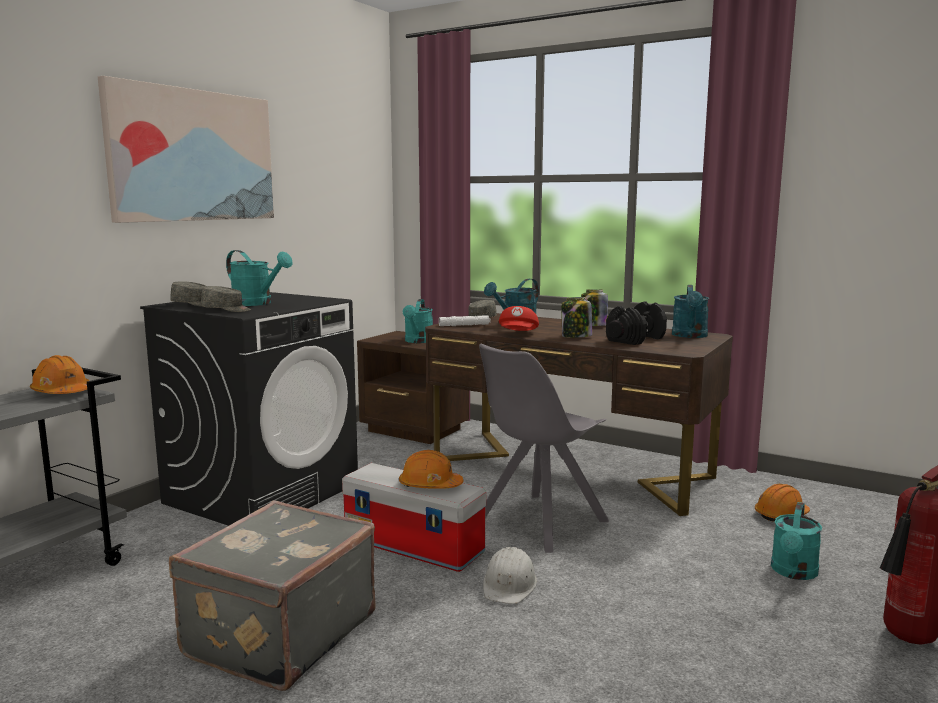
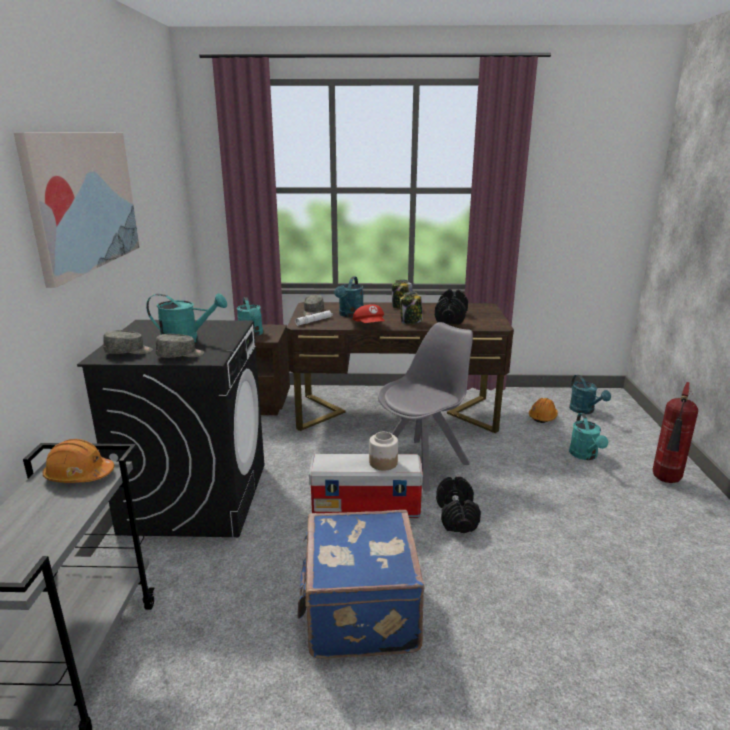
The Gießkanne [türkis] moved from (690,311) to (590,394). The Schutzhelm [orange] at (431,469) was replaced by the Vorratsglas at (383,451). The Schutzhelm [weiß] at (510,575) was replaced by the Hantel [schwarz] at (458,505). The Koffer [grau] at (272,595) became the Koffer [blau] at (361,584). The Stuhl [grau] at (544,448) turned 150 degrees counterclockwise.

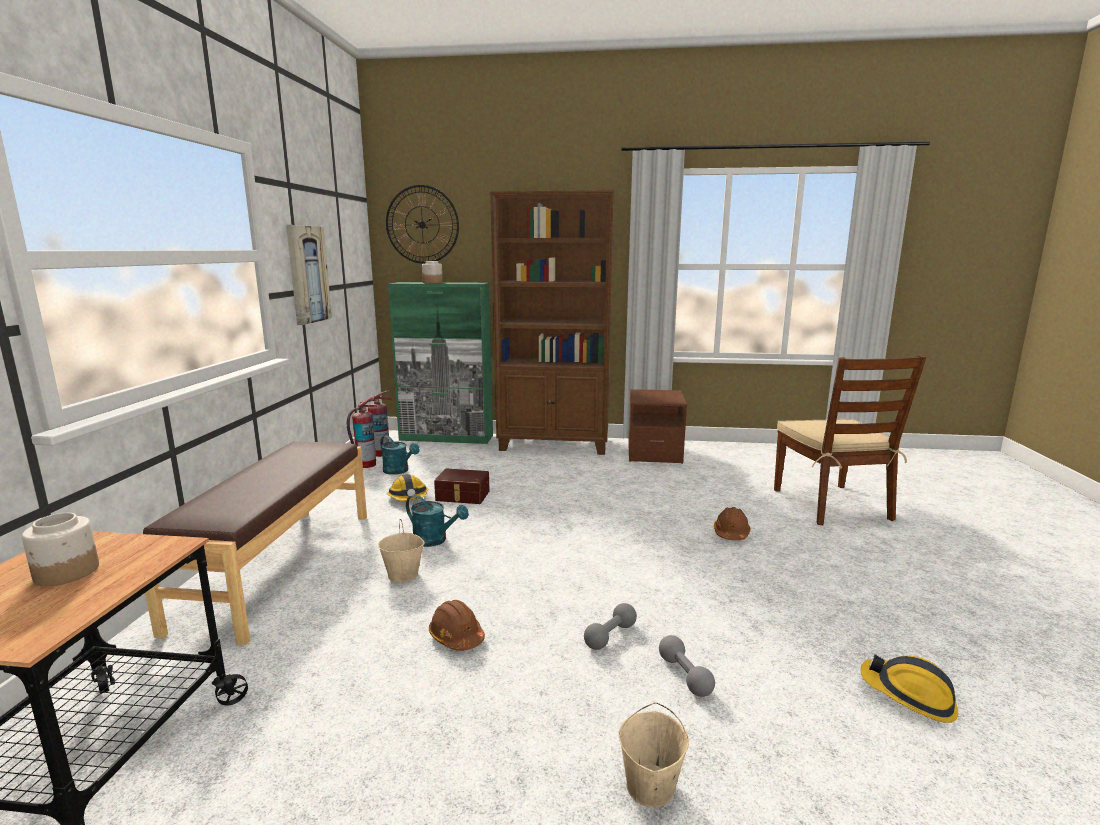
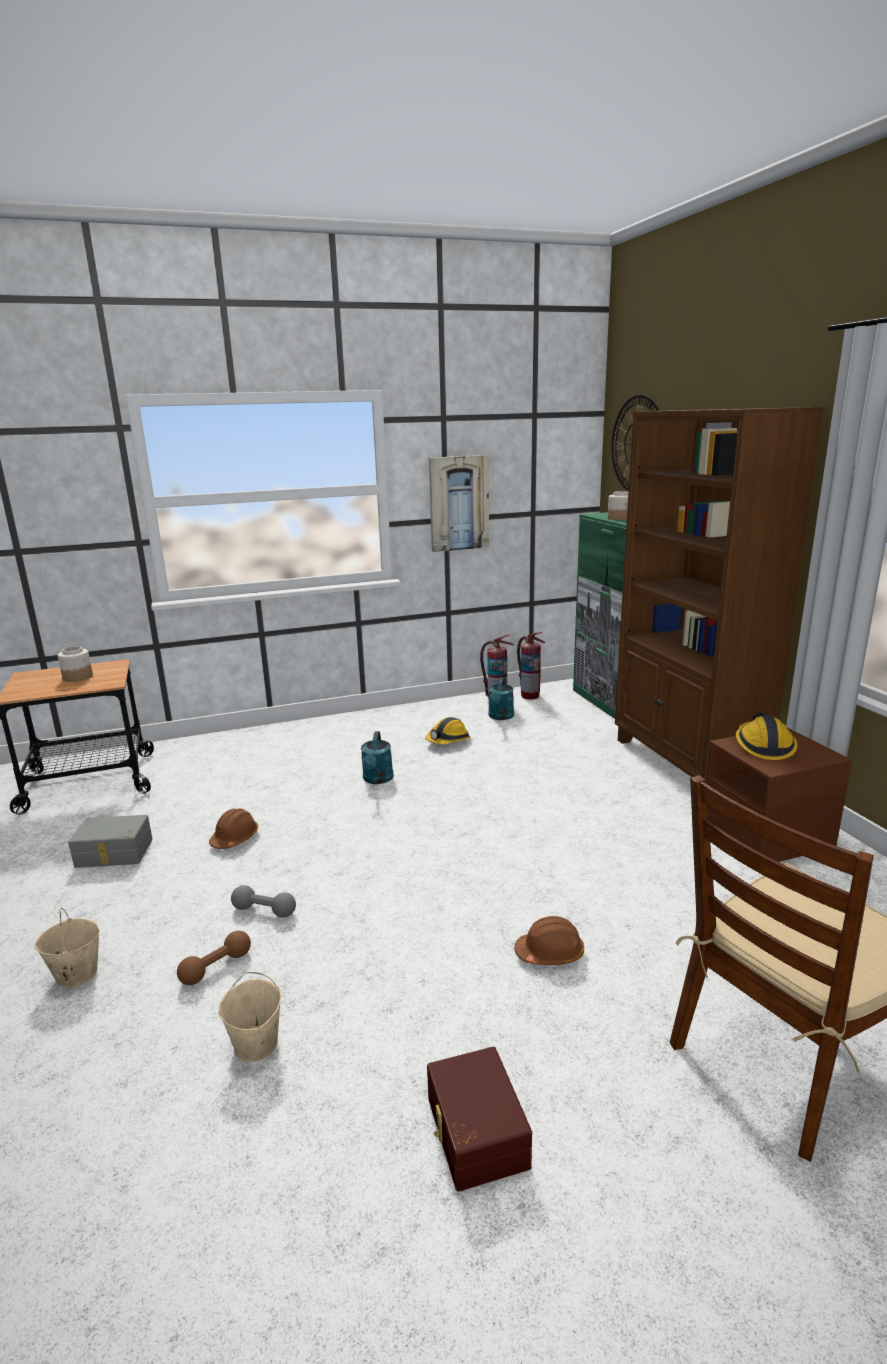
The Bank [braun] at (255,543) disappeared. The Aufbewahrungsbox [grau] at (110,841) appeared. The Eimer [beige] moved from (401,550) to (250,1017). The Aufbewahrungsbox [braun] moved from (462,486) to (479,1119). The Schutzhelm moved from (909,688) to (767,736). The Hantel [grau] at (687,666) became the Hantel [braun] at (214,958).

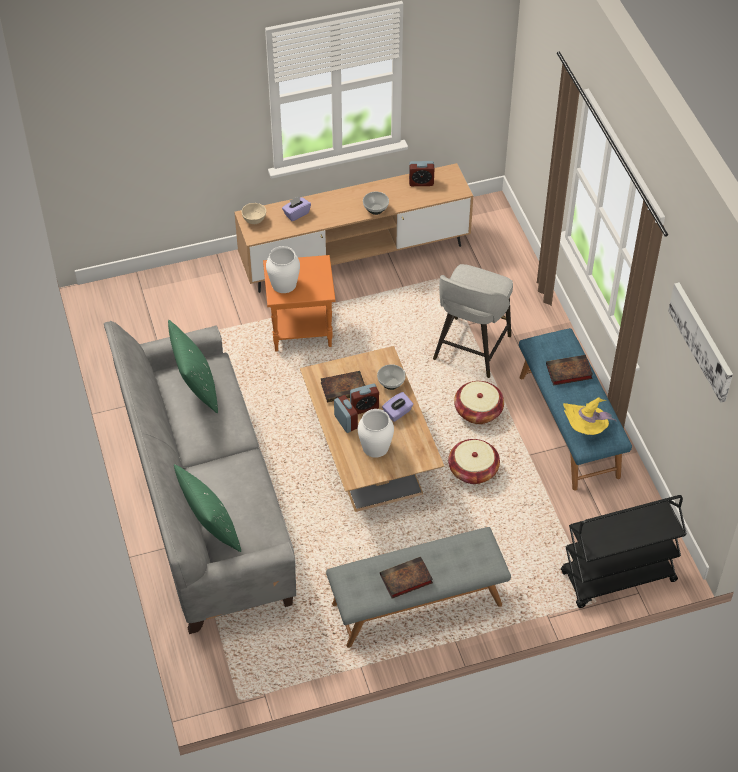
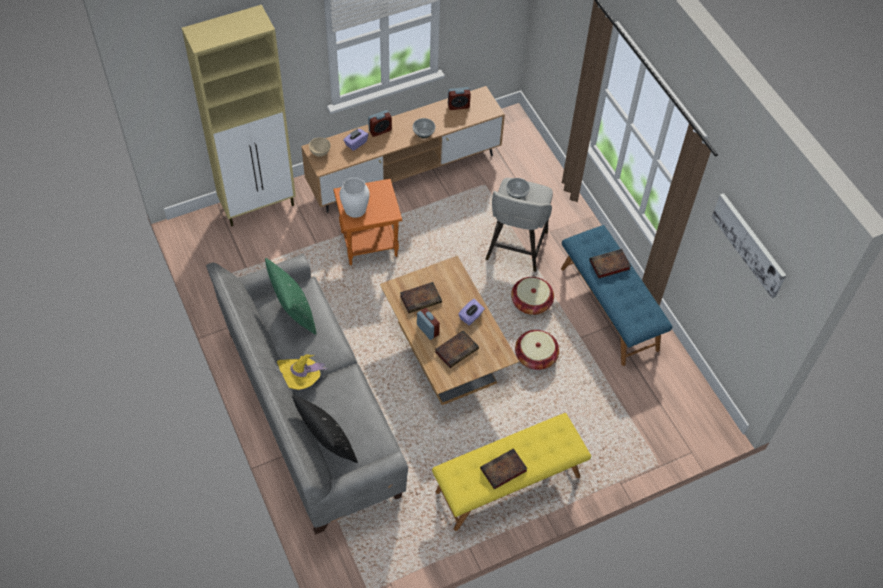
The Rollwagen [schwarz] at (624,551) disappeared. The Schrank [beige] at (239,116) appeared. The Wecker moved from (364,398) to (380,123). The Schüssel moved from (391,377) to (518,188). The Hut [gelb] moved from (589,416) to (303,372). The Vase [weiß] at (376,433) was replaced by the Buch at (457,349). The Kissen [grün] at (207,508) became the Kissen [schwarz] at (325,429). The Bank [grau] at (418,587) became the Bank [gelb] at (511,472).

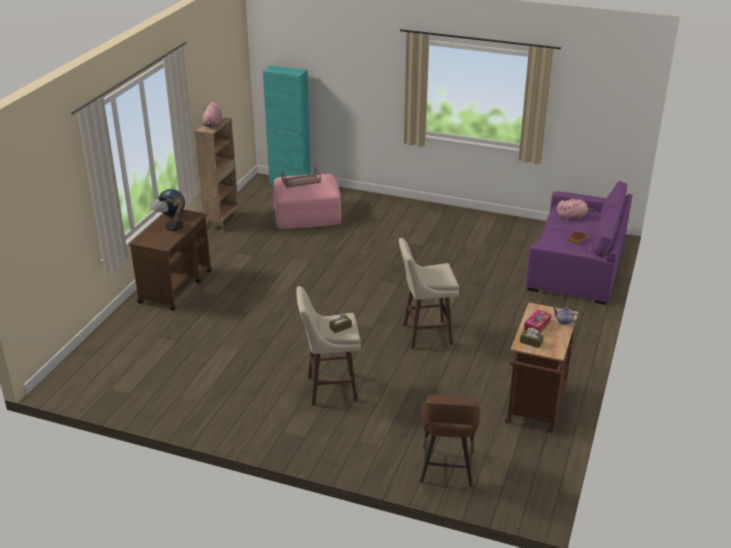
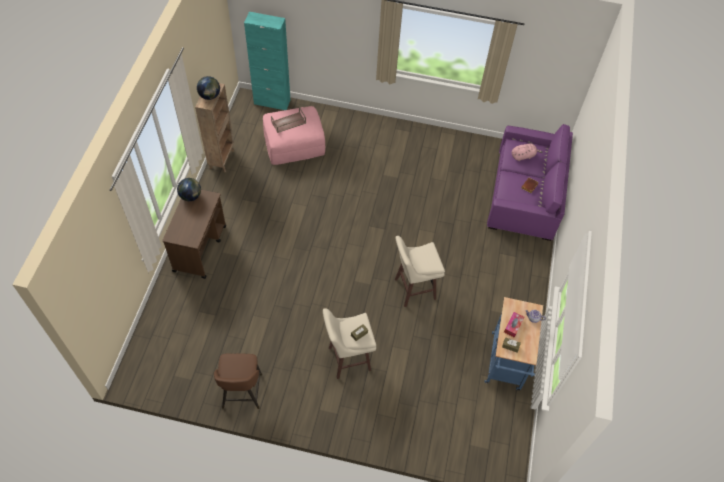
The Tischlampe at (167,213) disappeared. The Hocker [braun] moved from (450,441) to (238,381). The Plüschtier [rosa] at (212,114) was replaced by the Globus at (208,88). The Rollwagen [braun] at (541,368) became the Rollwagen [blau] at (513,344).

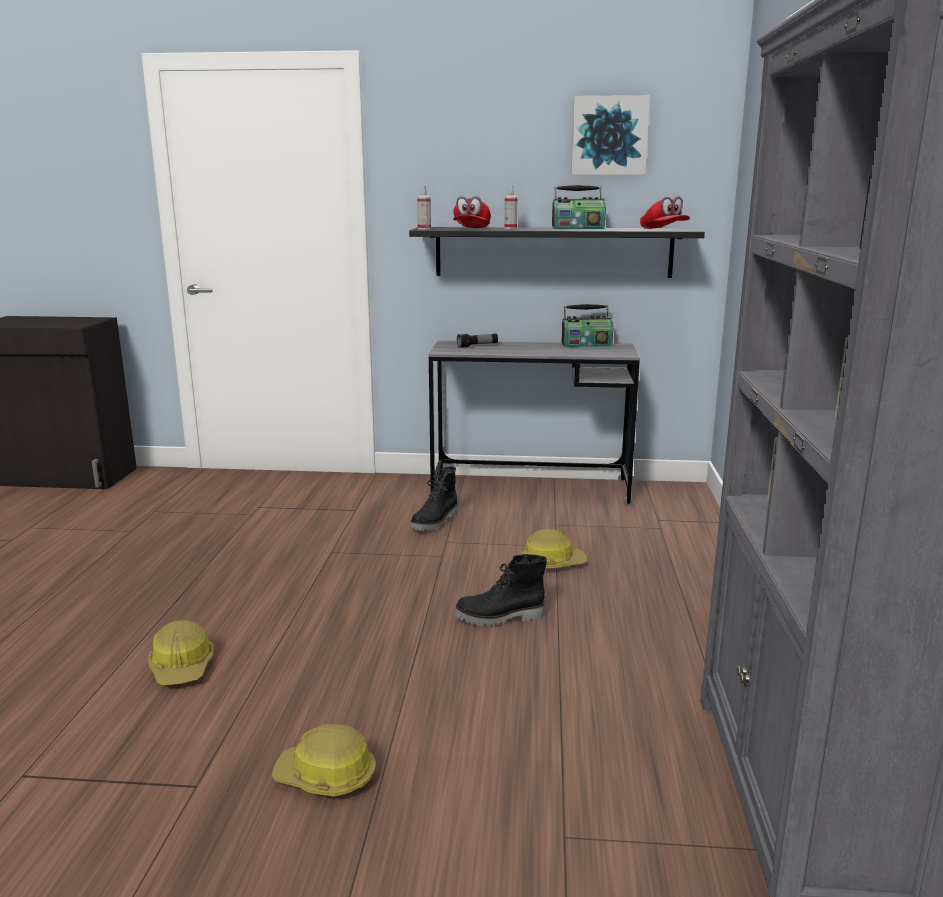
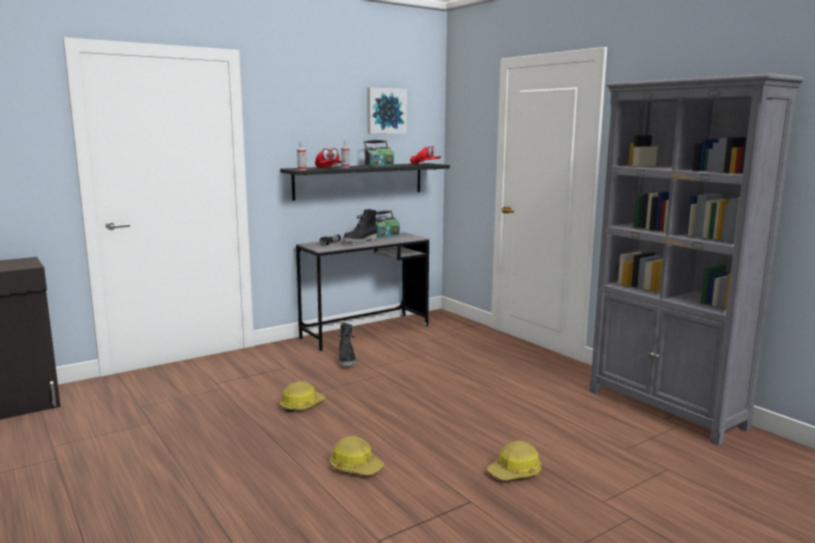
The Stiefel [schwarz] moved from (500,590) to (360,226). The Schutzhelm moved from (554,548) to (302,396).

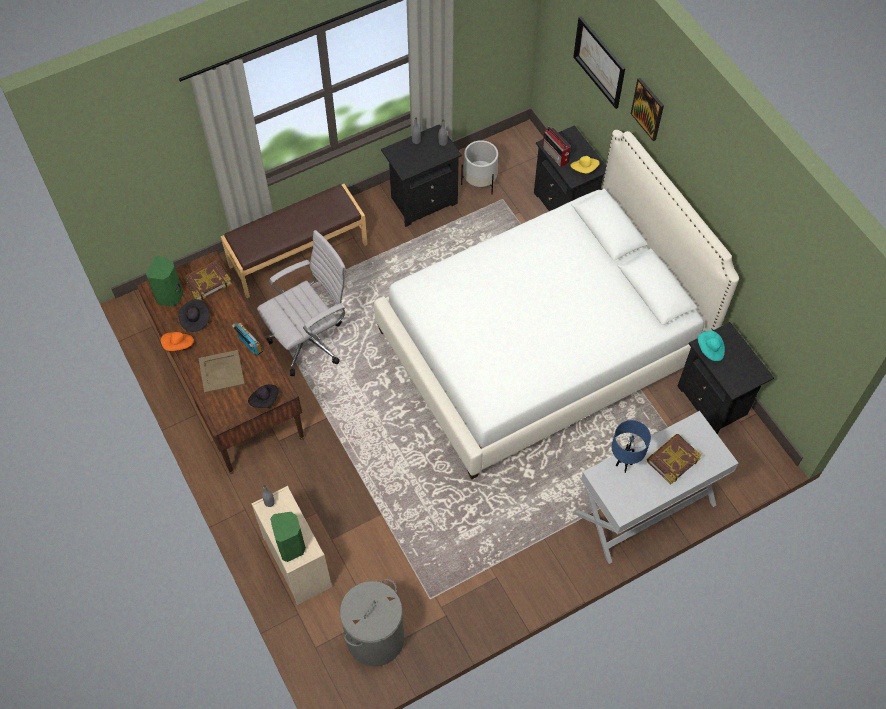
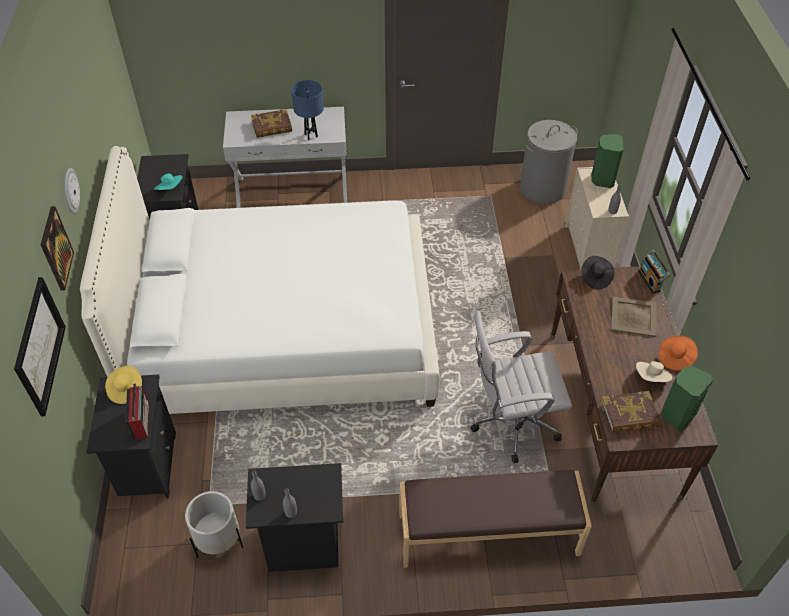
The Wanduhr at (72,191) appeared. The Radio moved from (247,339) to (654,271). The Hut [schwarz] at (194,315) became the Hut [beige] at (654,371).

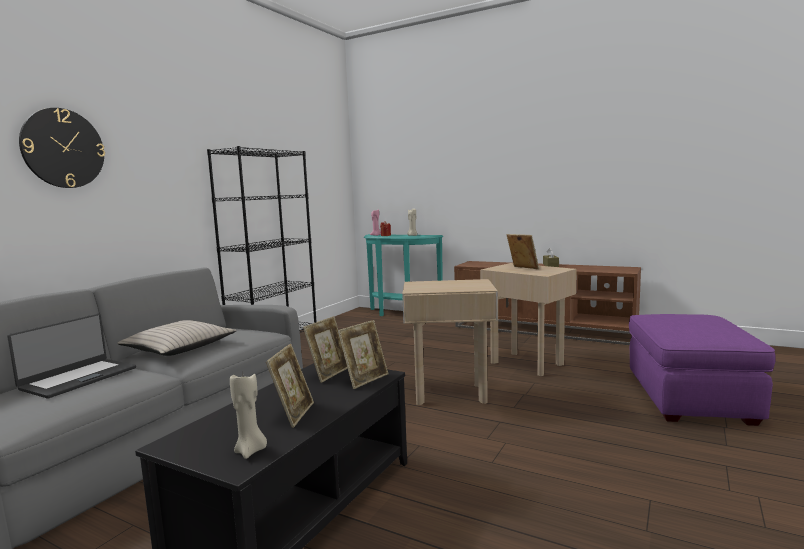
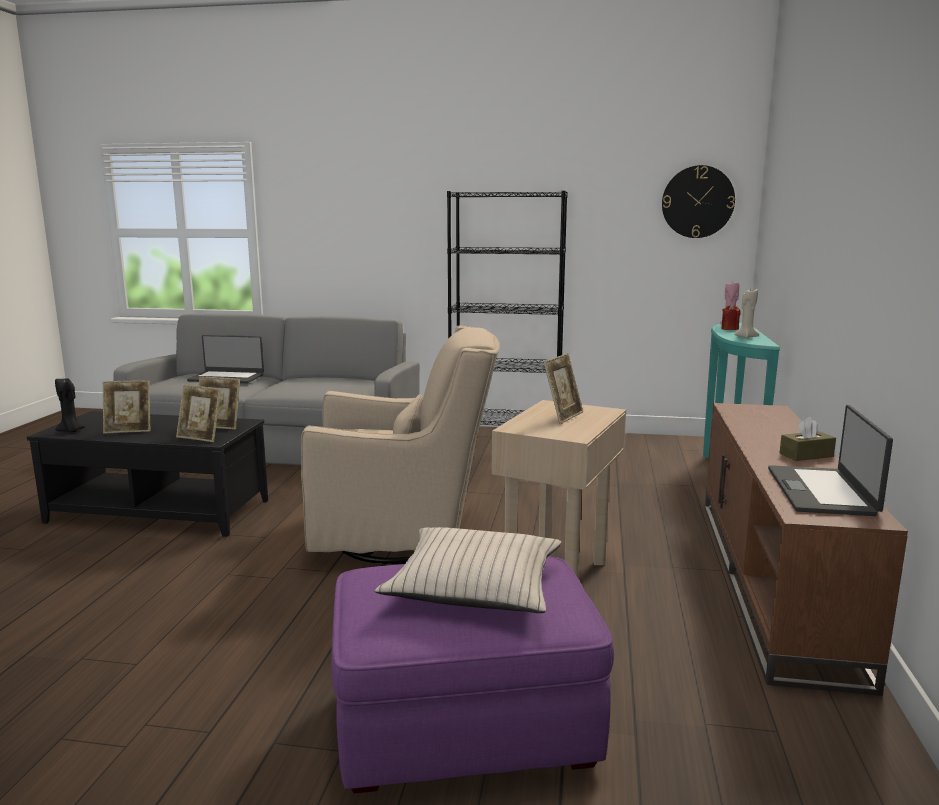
The Laptop at (830,460) appeared. The Wanduhr moved from (62,148) to (698,201). The Kissen [beige] moved from (177,338) to (468,570). The Beistelltisch [beige] at (450,342) was replaced by the Sessel [beige] at (400,444). The Kerze [beige] at (248,415) became the Kerze [schwarz] at (70,405).

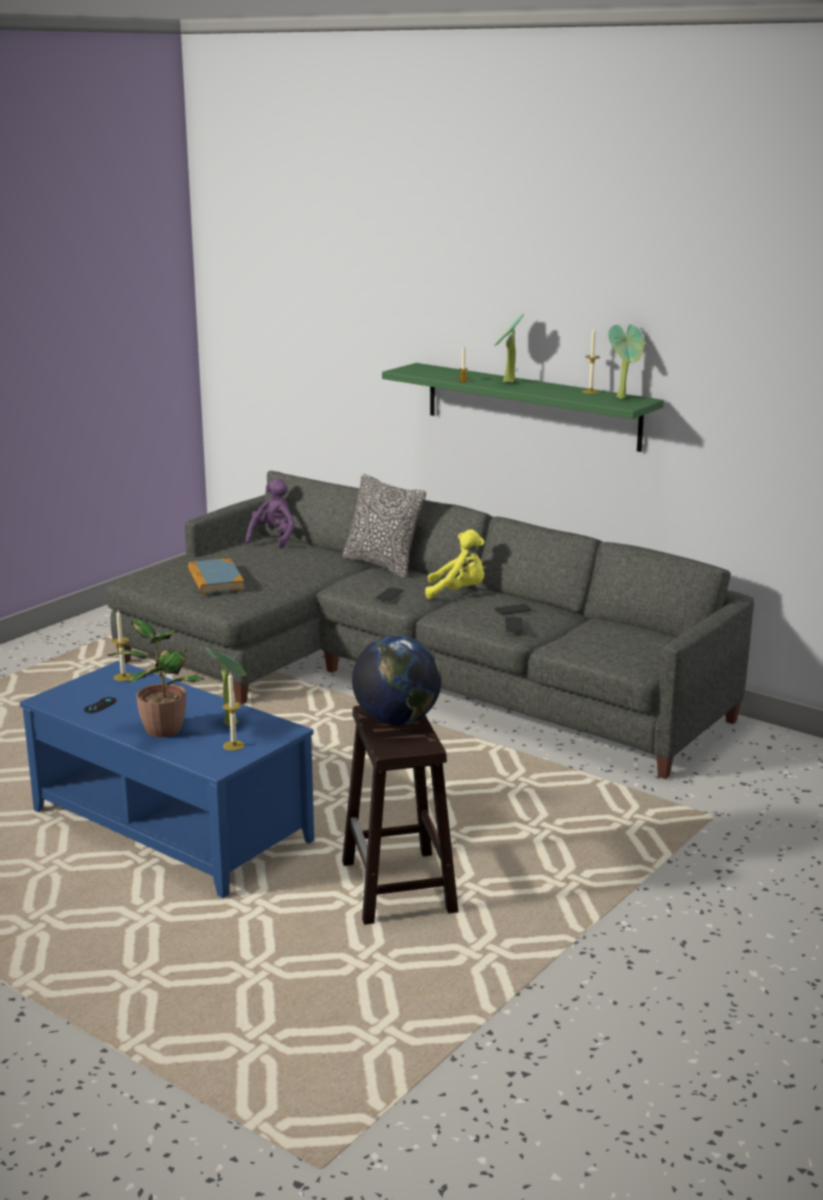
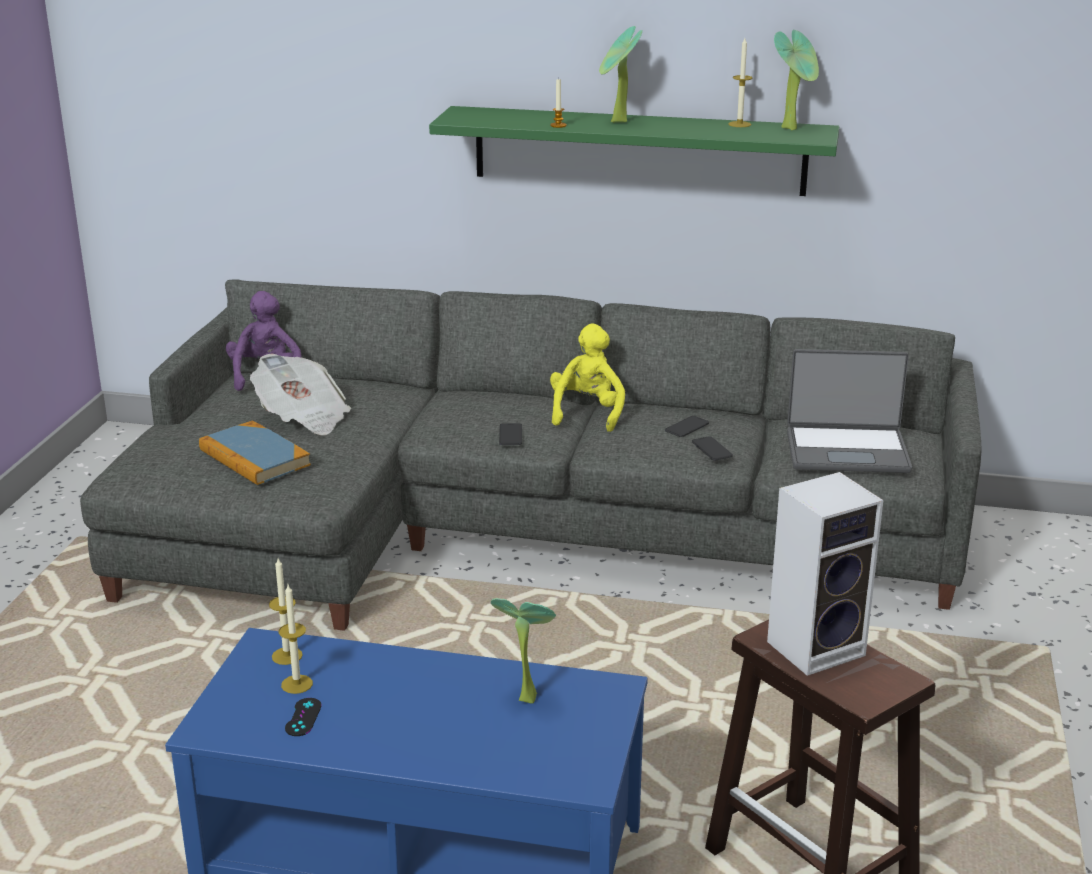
The Topfpflanze at (155,678) disappeared. The Kissen at (384,526) disappeared. The Zeitung at (300,394) appeared. The Laptop at (849,411) appeared. The Kerze moved from (234,711) to (296,639). The Globus at (397,680) was replaced by the Lautsprecher at (825,574). The Plüschtier [gelb] at (455,564) turned 60 degrees counterclockwise.

